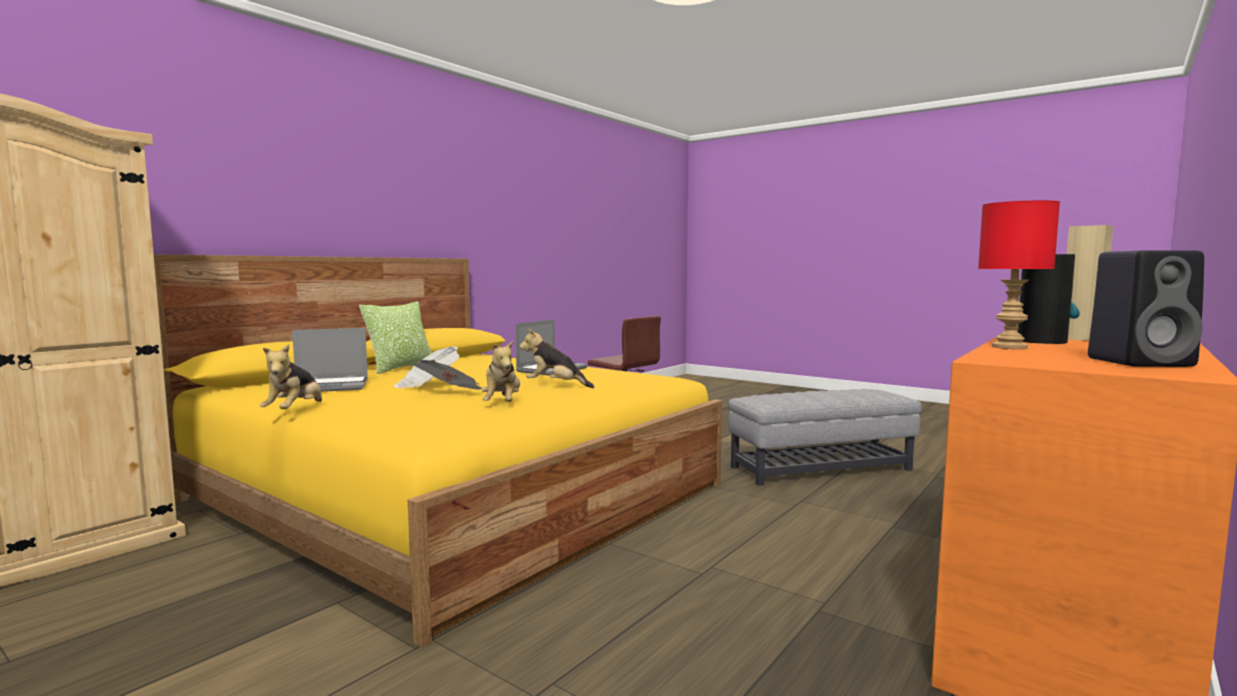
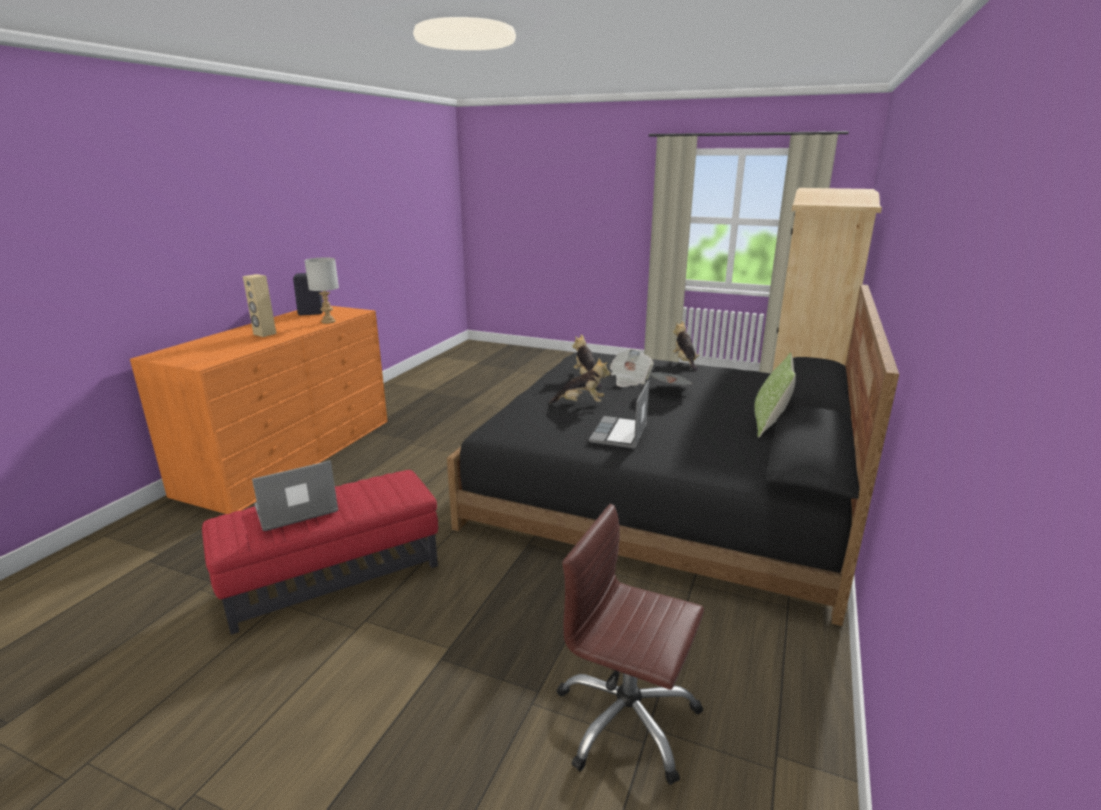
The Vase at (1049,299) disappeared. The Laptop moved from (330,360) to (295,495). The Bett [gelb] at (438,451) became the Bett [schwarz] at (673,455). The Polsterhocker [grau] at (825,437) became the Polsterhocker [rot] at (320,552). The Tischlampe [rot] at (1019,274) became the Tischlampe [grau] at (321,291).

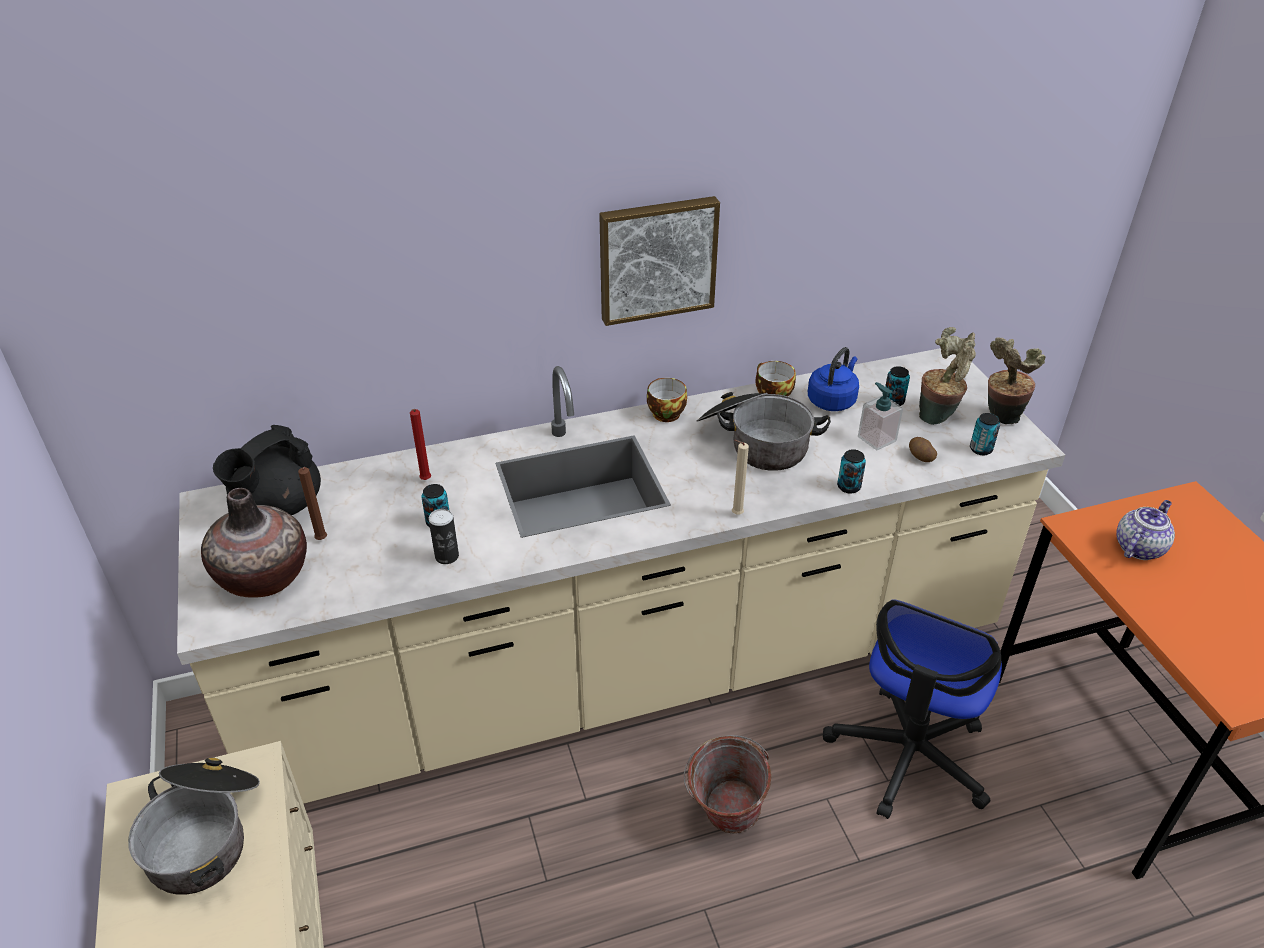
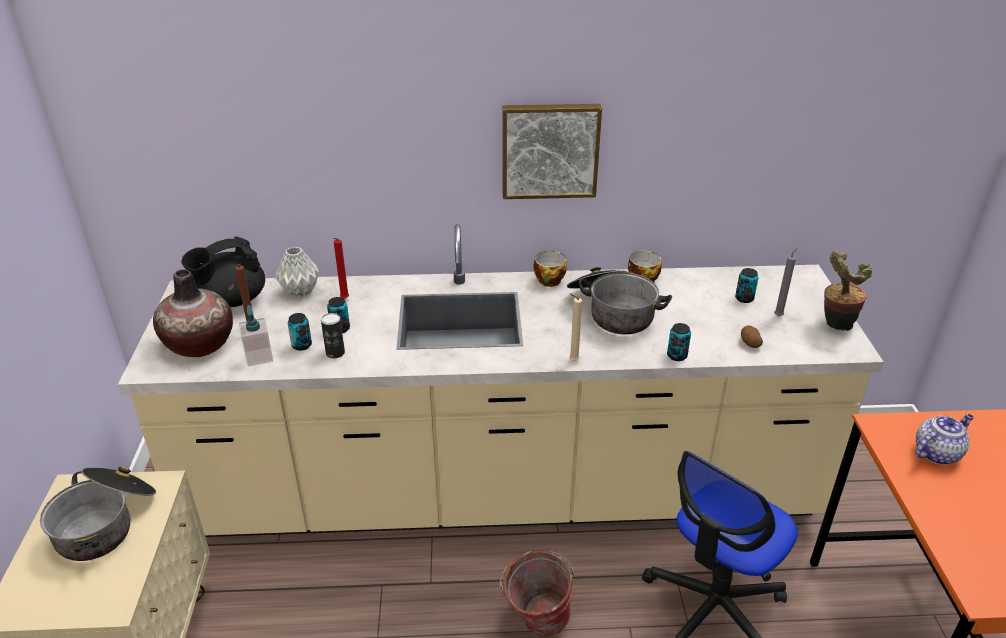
The Wasserkessel [blau] at (833,379) disappeared. The Vase [grau] at (297,272) appeared. The Seifenspender moved from (880,416) to (256,336). The Dose moved from (985,434) to (300,332). The Topfpflanze at (947,376) was replaced by the Kerze [grau] at (785,282).

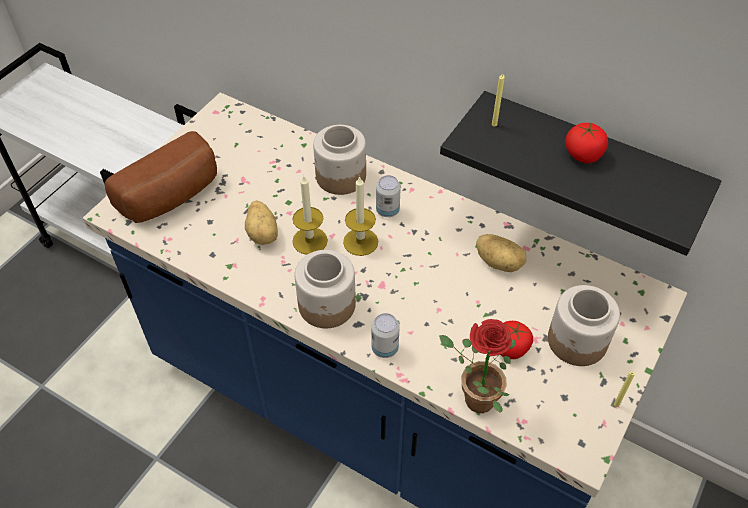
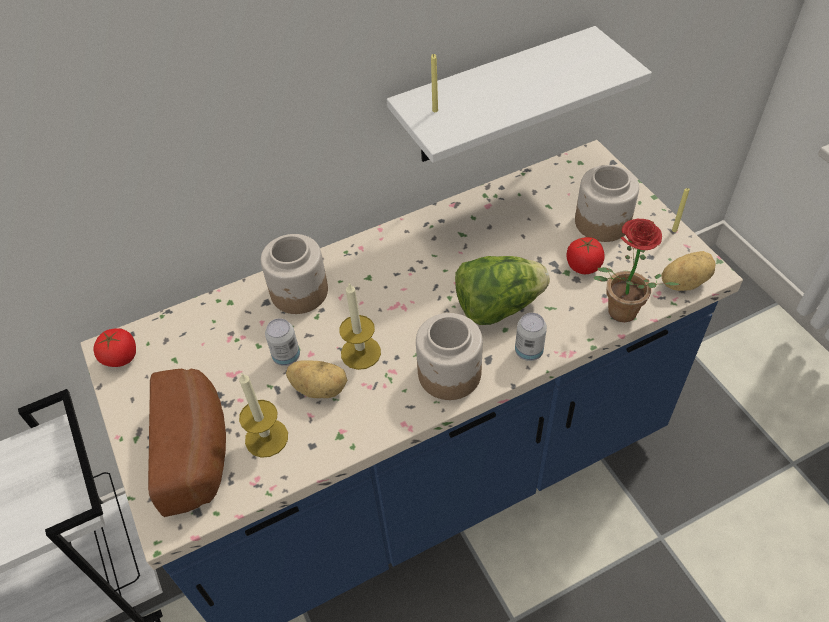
The Salatkopf at (502,290) appeared. The Kerze moved from (360,216) to (263,415). The Dose moved from (388,196) to (282,342). The Kartoffel moved from (501,253) to (688,271). The Tomate moved from (586,143) to (115,347). The Wandregal [schwarz] at (581,173) became the Wandregal [weiß] at (519,94).

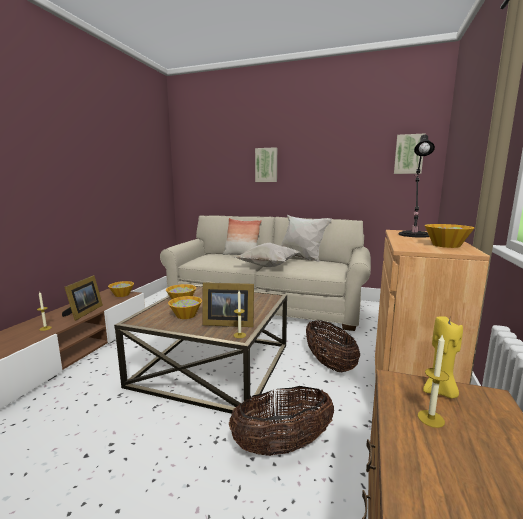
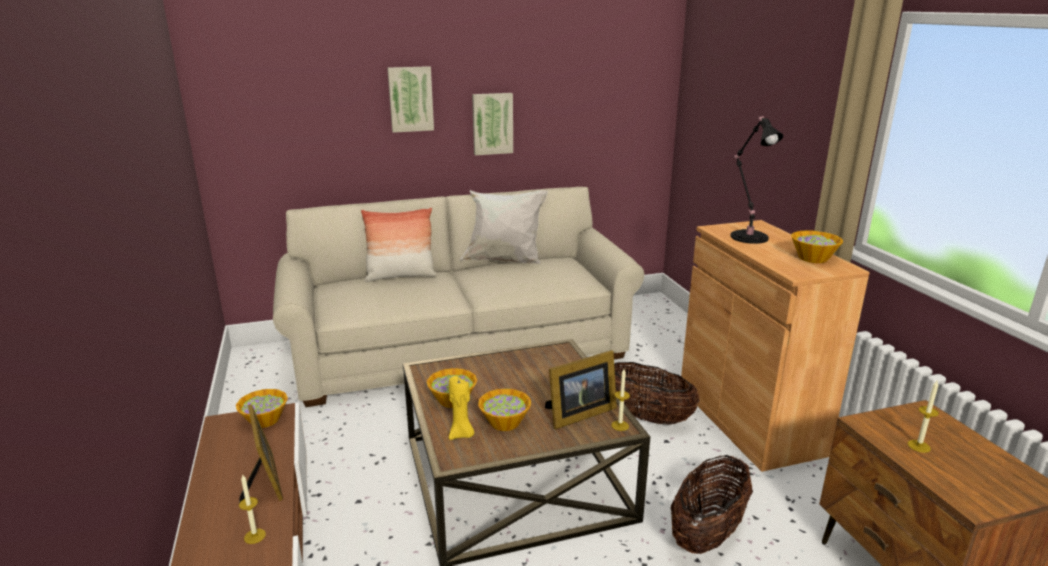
The Kissen [weiß] at (267,254) disappeared. The Bild moved from (410,153) to (492,124). The Kerze [gelb] moved from (443,357) to (461,408).

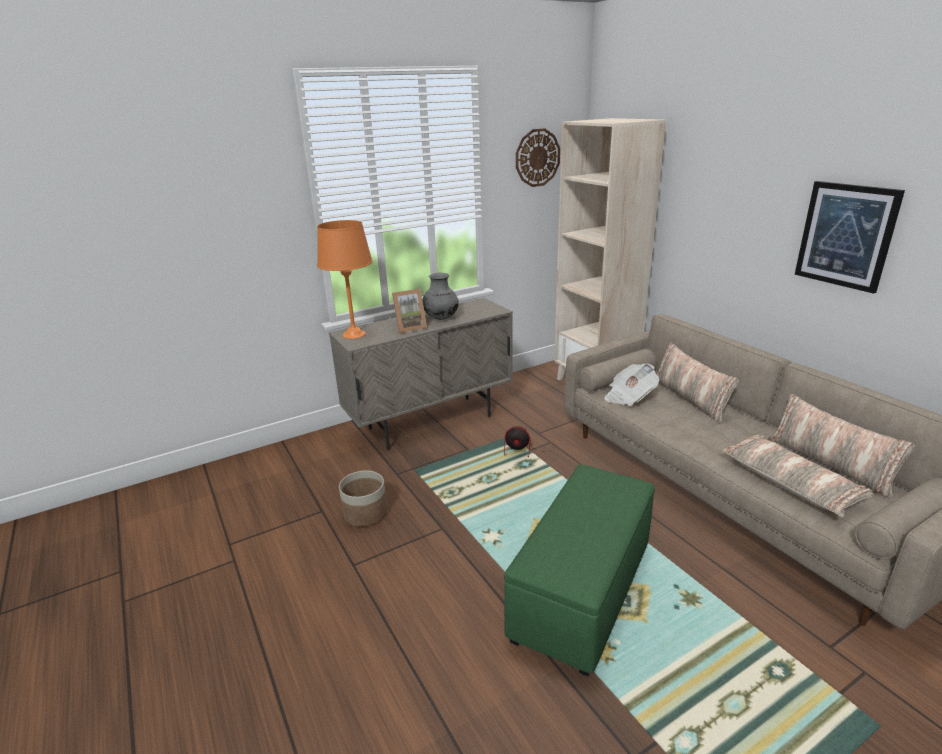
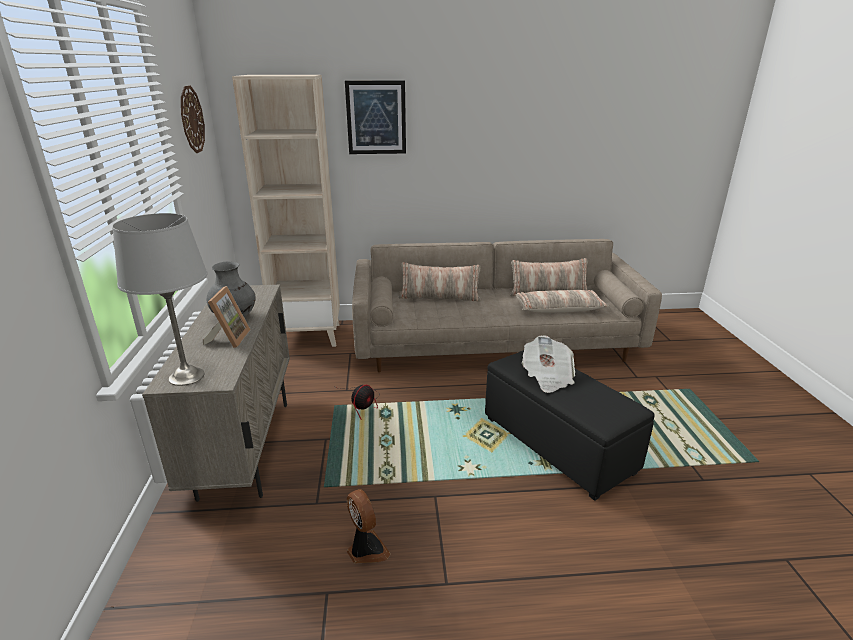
The Zeitung moved from (631,385) to (548,364). The Bild moved from (850,237) to (375,117). The Pflanzkübel at (363,499) was replaced by the Ventilator at (368,526). The Tischlampe [orange] at (344,279) became the Tischlampe [grau] at (160,299). The Polsterhocker [grün] at (579,570) became the Polsterhocker [schwarz] at (570,425).

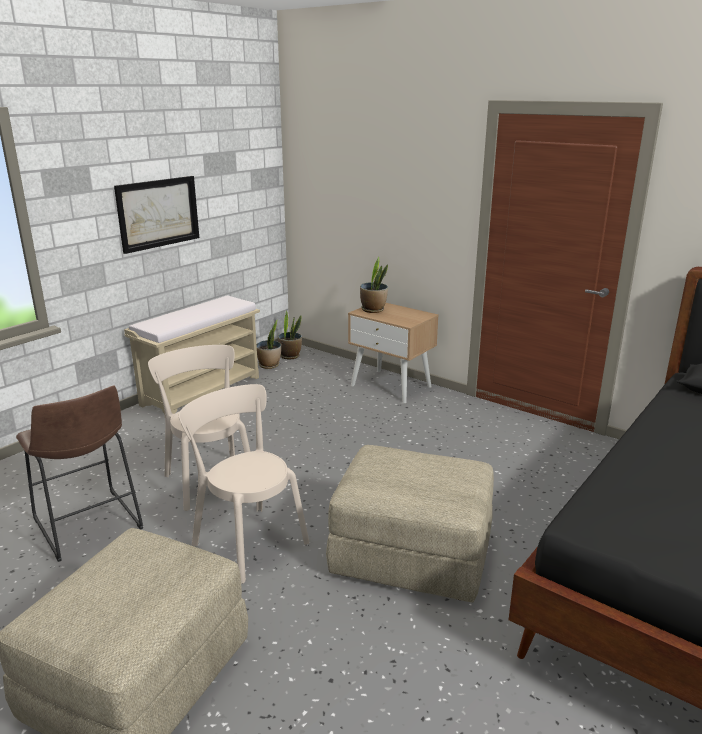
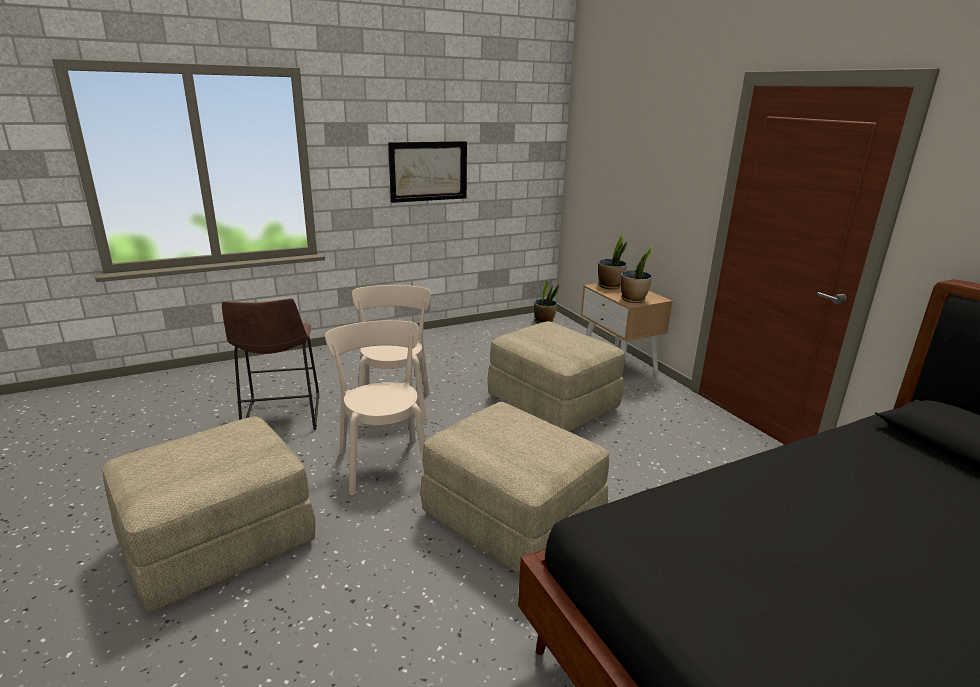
The Bank [beige] at (192,355) disappeared. The Polsterhocker [beige] at (556,376) appeared. The Topfpflanze moved from (268,344) to (637,274).

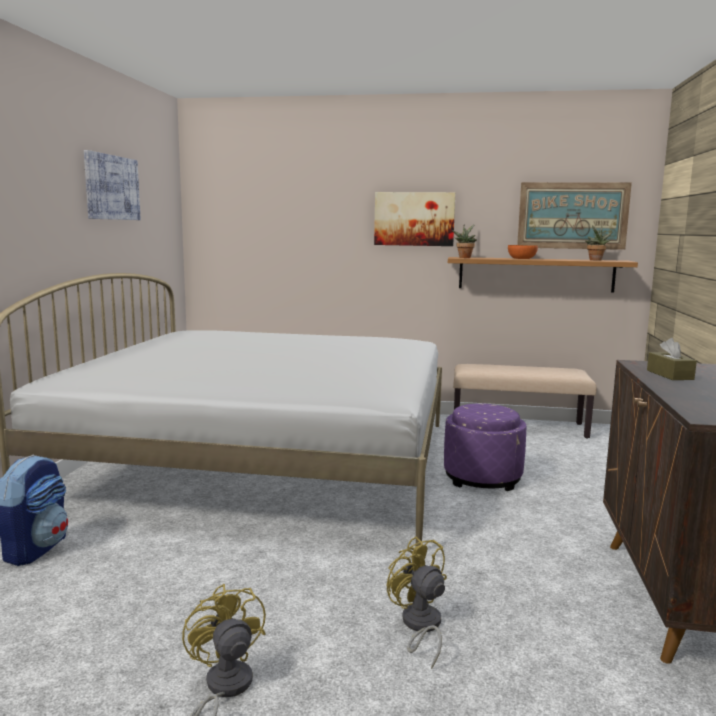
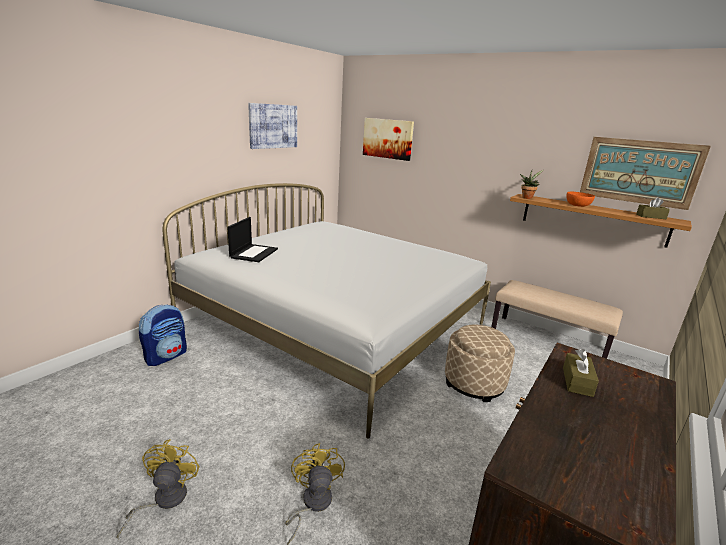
The Laptop at (252,239) appeared. The Bild moved from (414,219) to (388,139). The Topfpflanze at (599,243) was replaced by the Taschentuchbox [braun] at (653,208). The Polsterhocker [lila] at (485,447) became the Polsterhocker [beige] at (480,363).

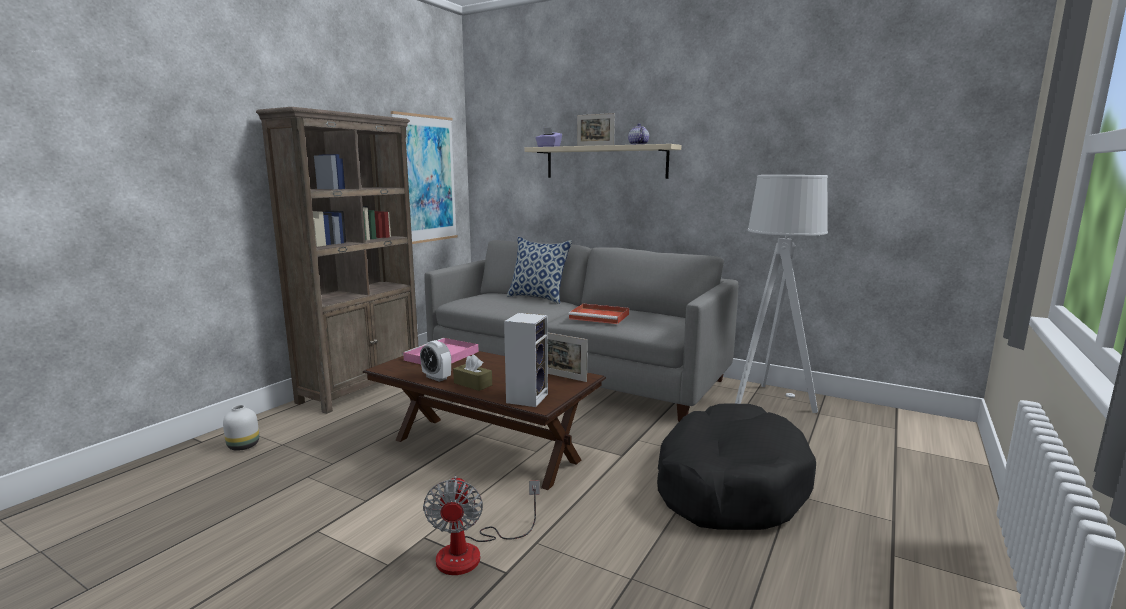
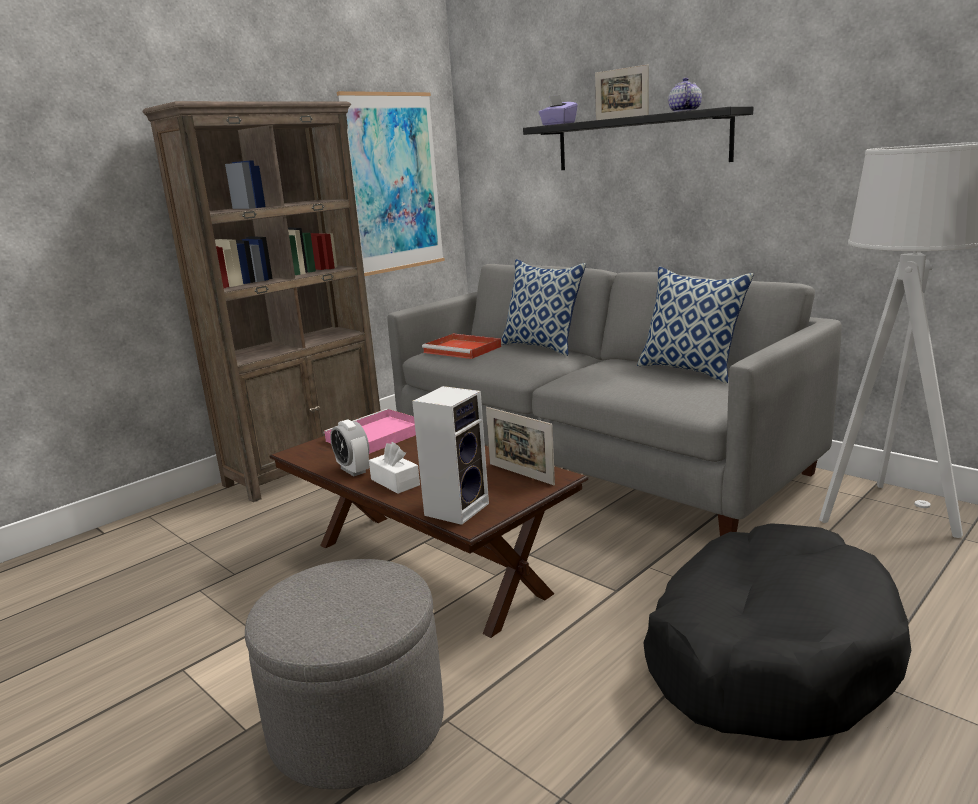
The Vase [weiß] at (241,428) disappeared. The Kissen at (695,325) appeared. The Tablett [rot] moved from (598,313) to (461,346). The Ventilator at (481,525) was replaced by the Polsterhocker [grau] at (344,674). The Taschentuchbox [braun] at (472,373) became the Taschentuchbox [weiß] at (394,468). The Wandregal [beige] at (603,161) became the Wandregal [schwarz] at (638,138).

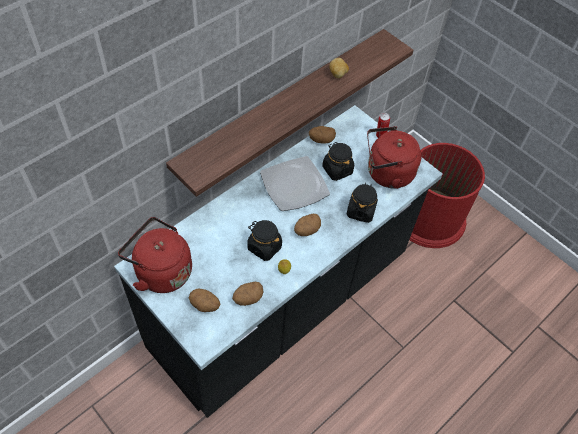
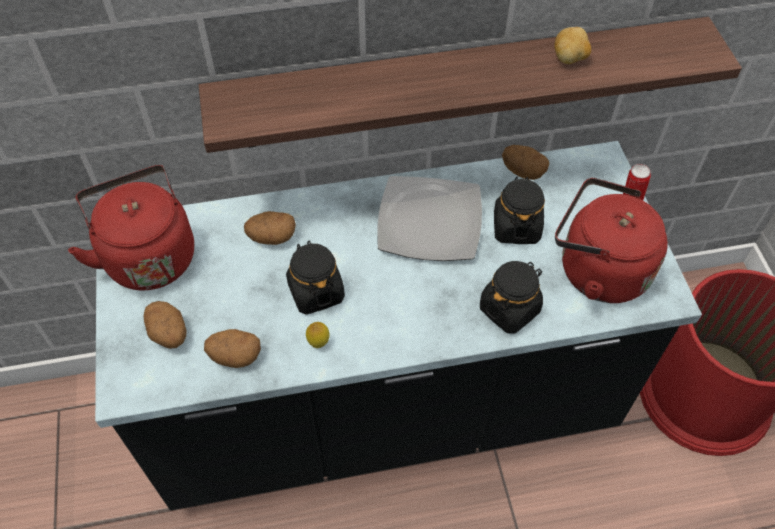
The Kartoffel moved from (307,225) to (270,228).

